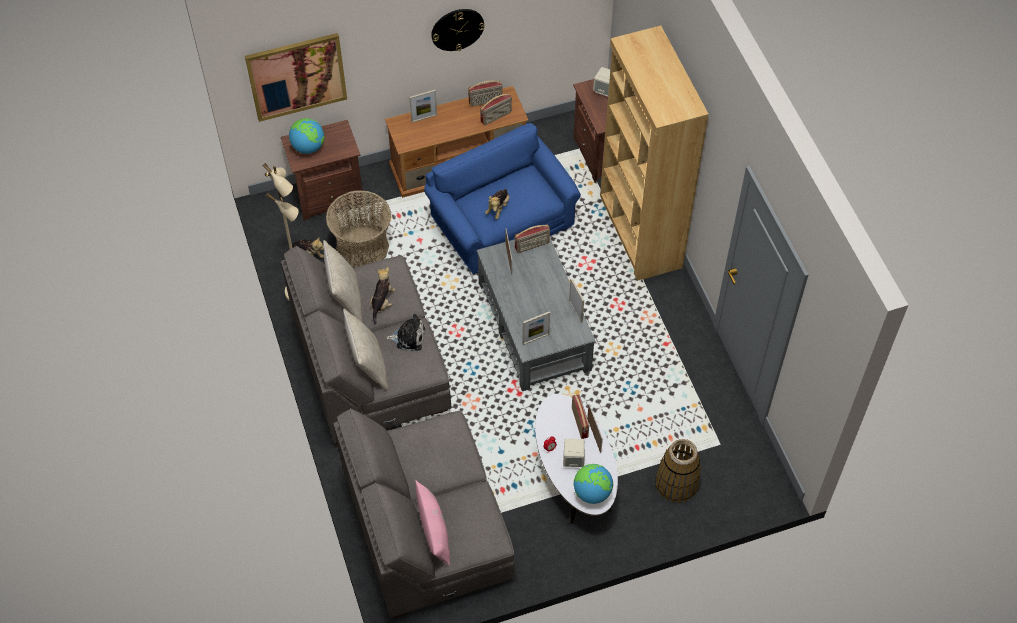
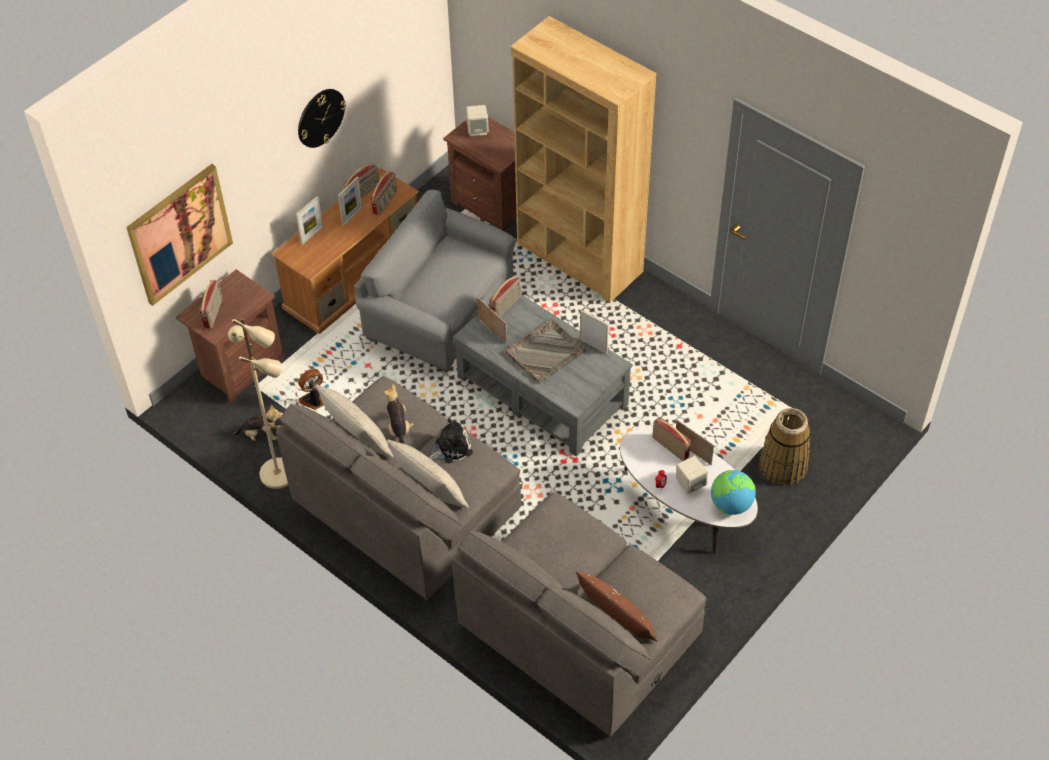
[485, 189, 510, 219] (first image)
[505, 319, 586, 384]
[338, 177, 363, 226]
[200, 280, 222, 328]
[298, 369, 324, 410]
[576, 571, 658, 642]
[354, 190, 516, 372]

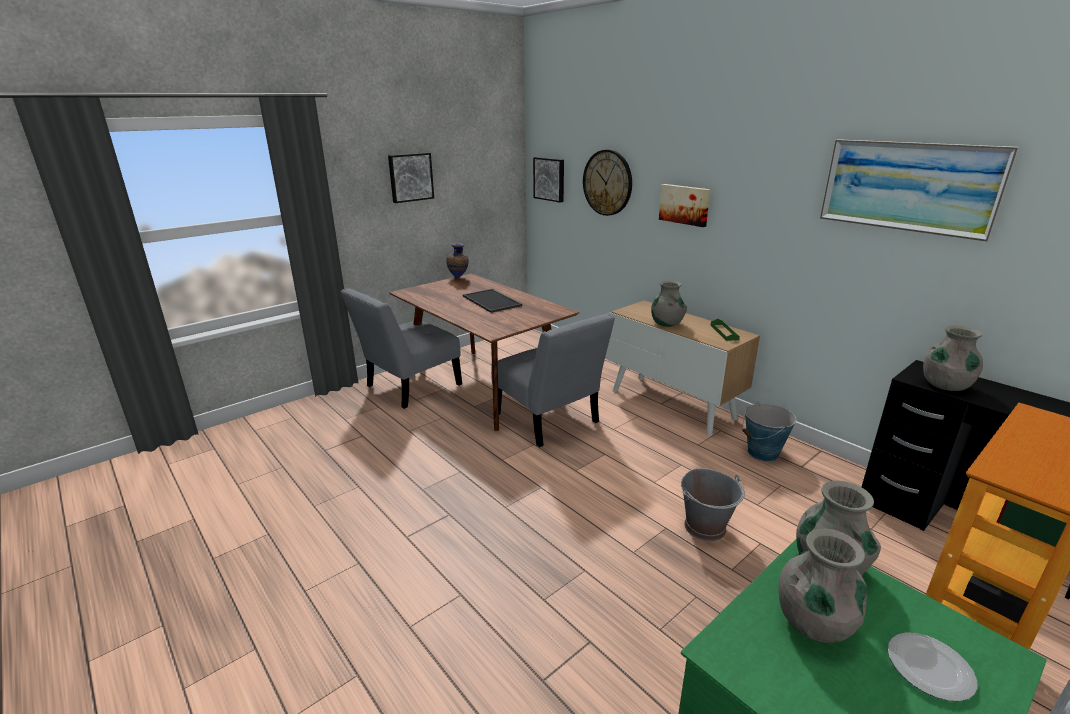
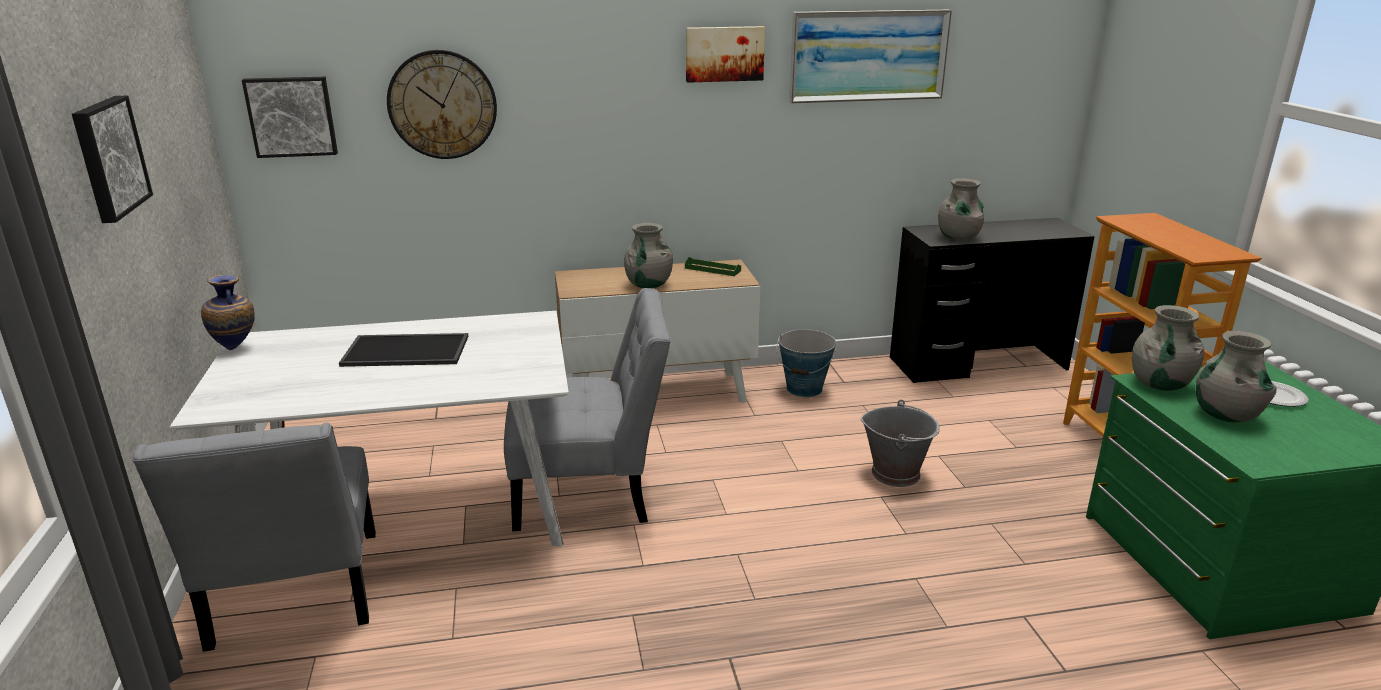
[686, 26, 765, 83]
[170, 311, 569, 547]

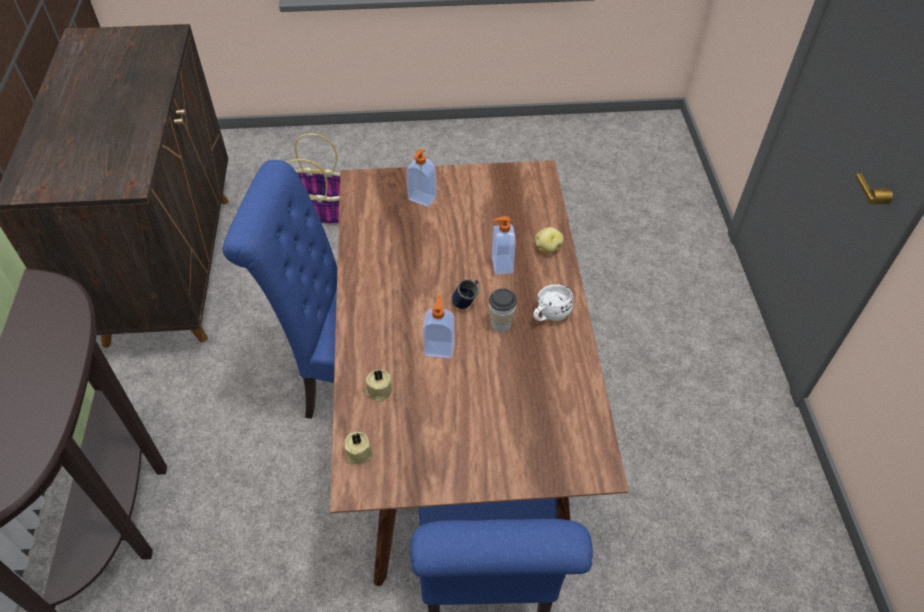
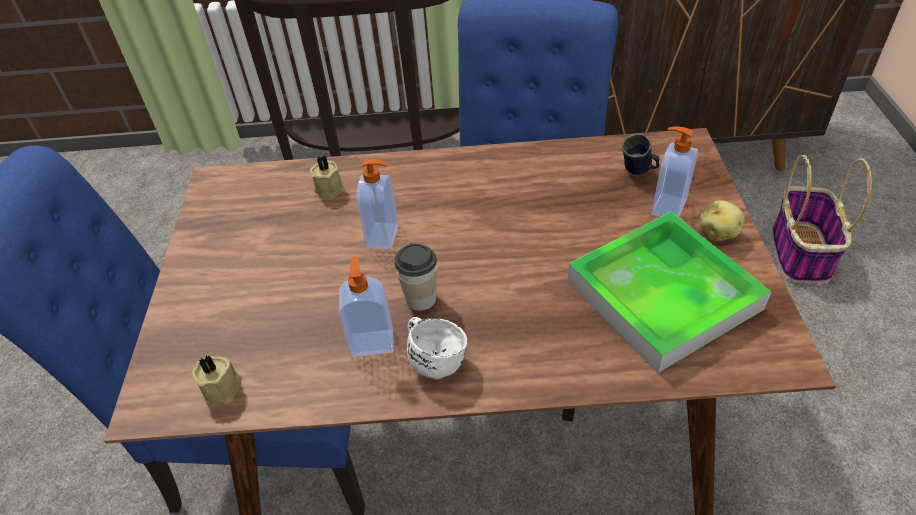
[567, 212, 772, 373]
[192, 355, 242, 406]
[622, 133, 660, 175]
[339, 257, 394, 357]
[700, 200, 745, 241]

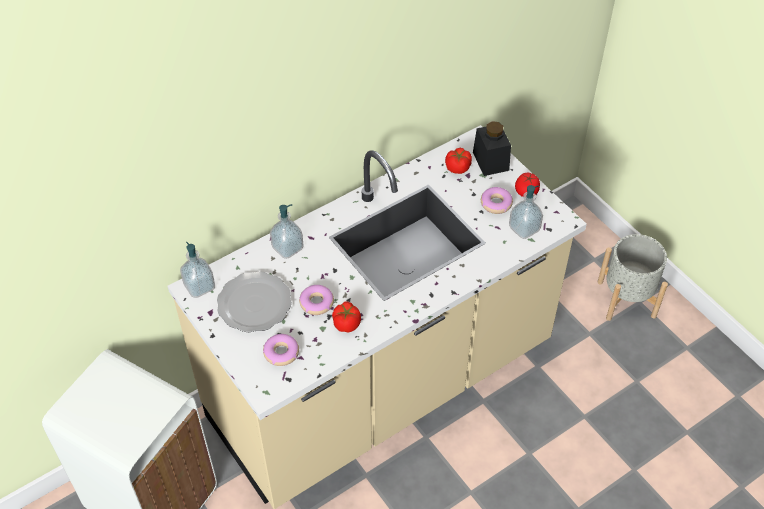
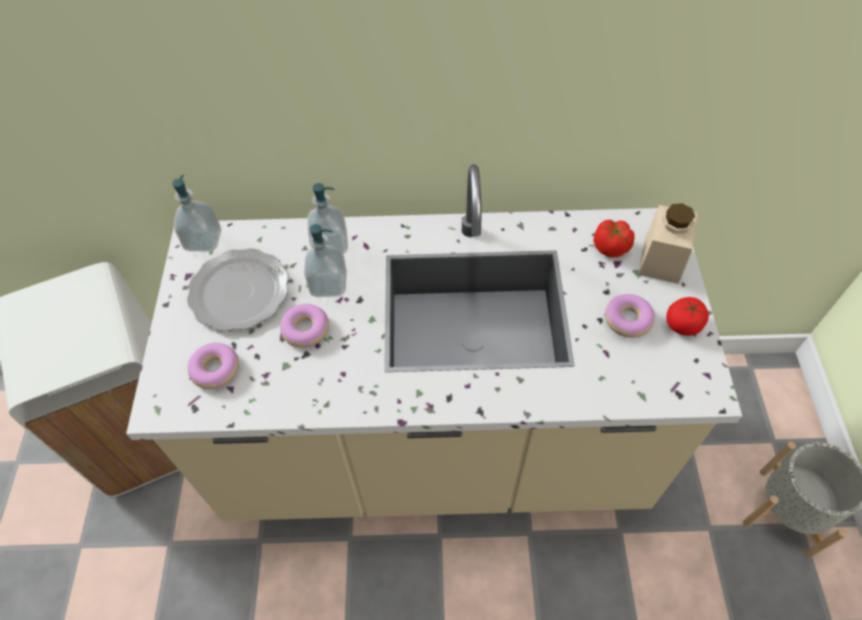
[332, 302, 361, 333] (first image)
[304, 224, 347, 297]
[638, 203, 698, 284]

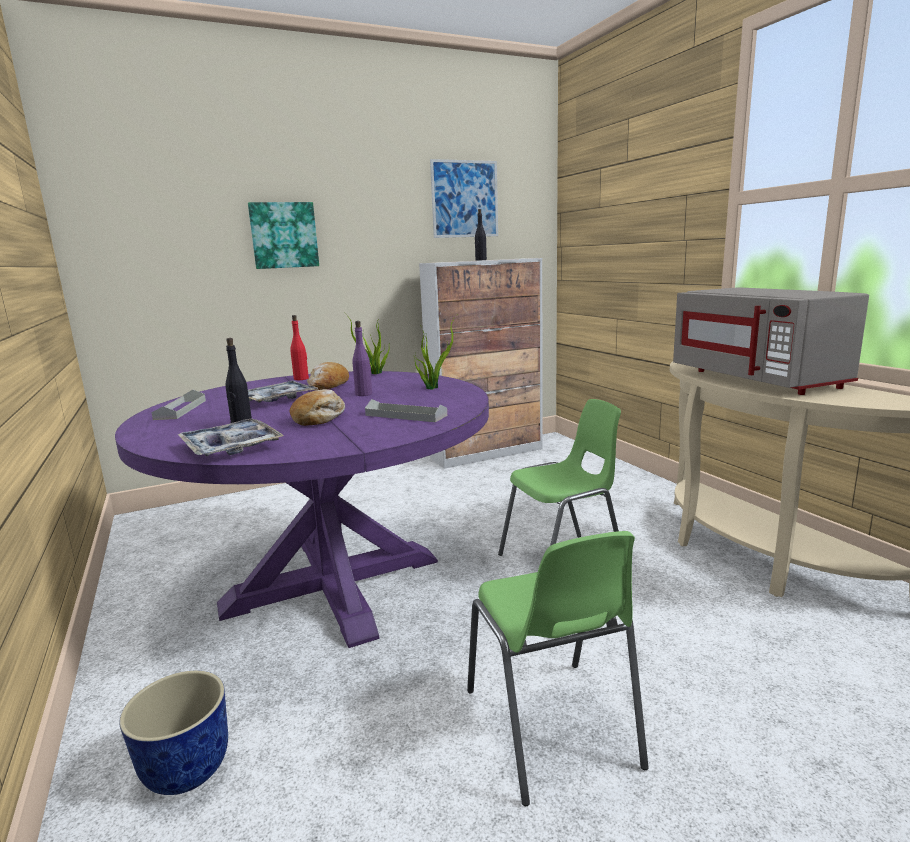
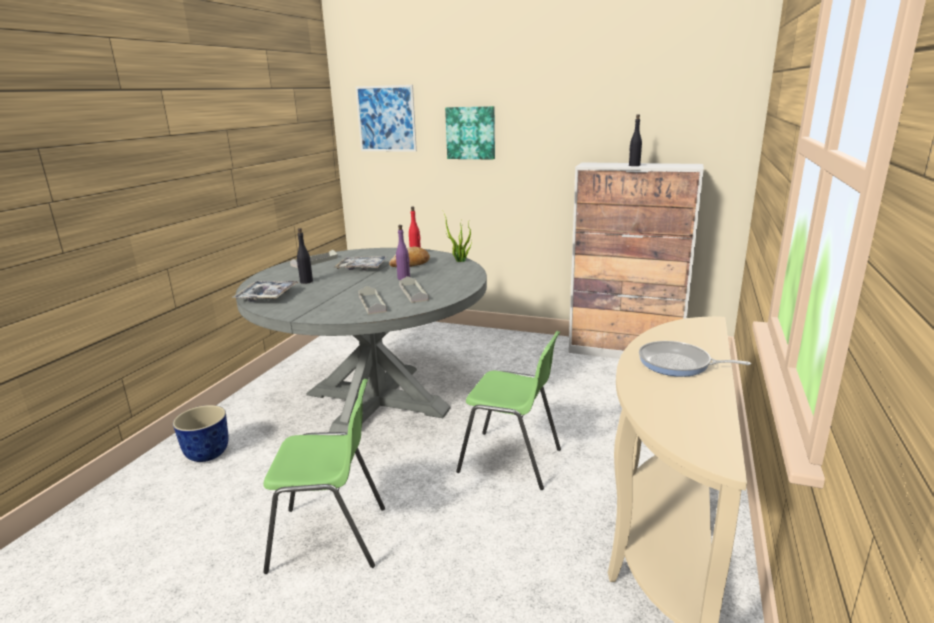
[290, 389, 345, 426] (first image)
[413, 315, 457, 390] (first image)
[399, 276, 429, 303]
[356, 85, 417, 152]
[639, 341, 751, 377]
[236, 248, 487, 433]
[263, 379, 385, 574]

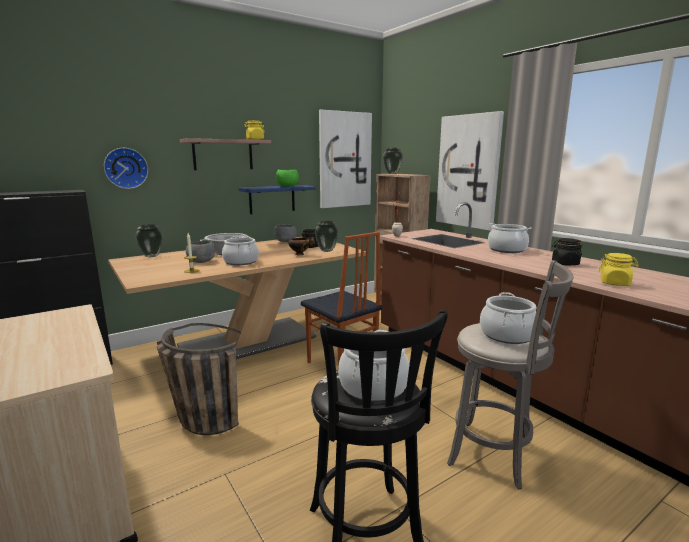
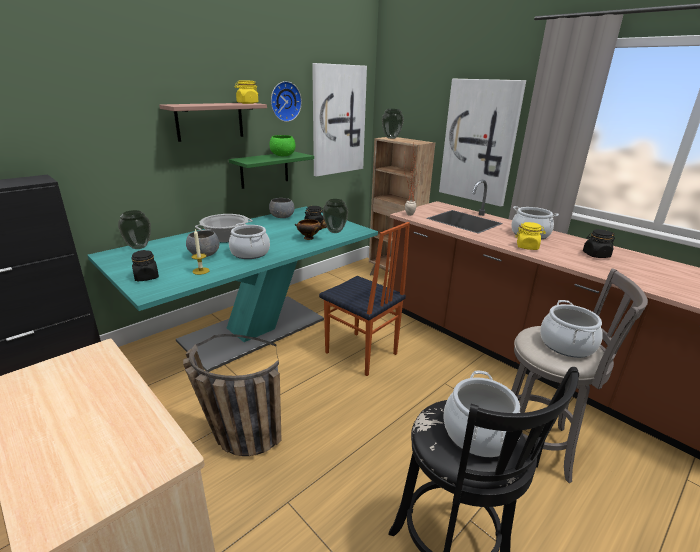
[131, 250, 159, 281]
[271, 81, 302, 122]
[516, 222, 546, 250]
[87, 206, 378, 372]
[229, 152, 314, 189]

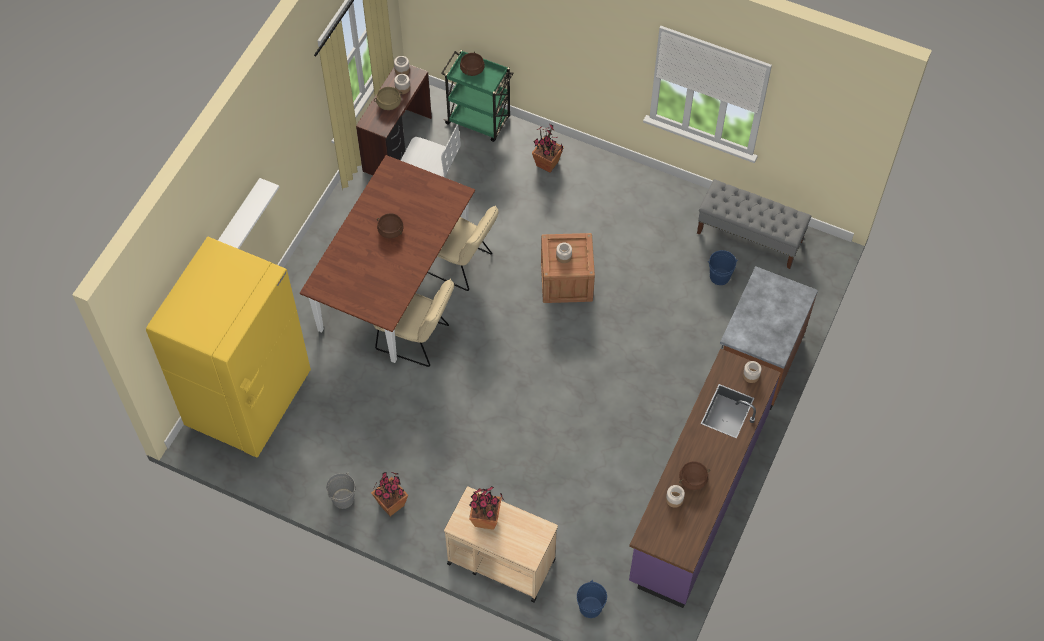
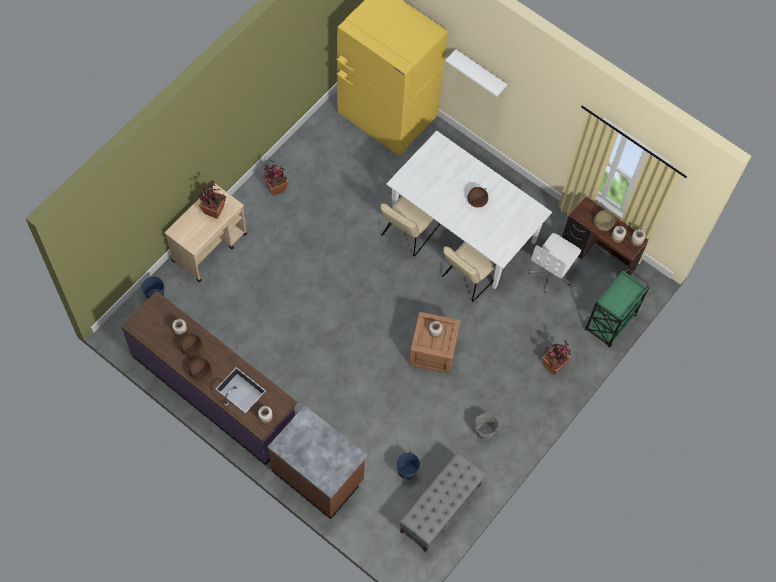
[475, 413, 498, 440]
[189, 358, 213, 381]
[386, 131, 552, 289]

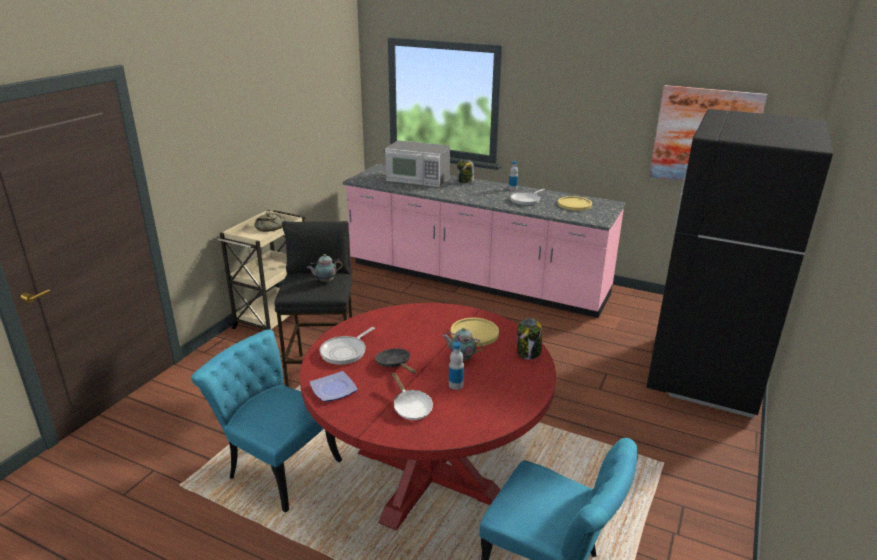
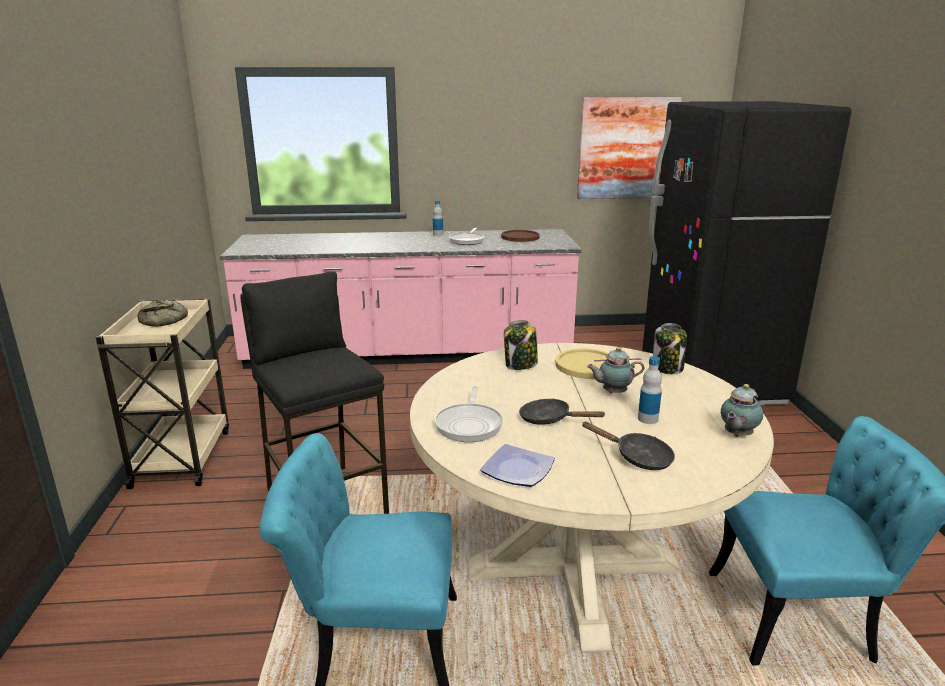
[385, 140, 450, 187] (first image)
[721, 384, 763, 437]
[504, 320, 538, 370]
[410, 343, 774, 653]
[582, 422, 675, 470]
[501, 230, 540, 242]

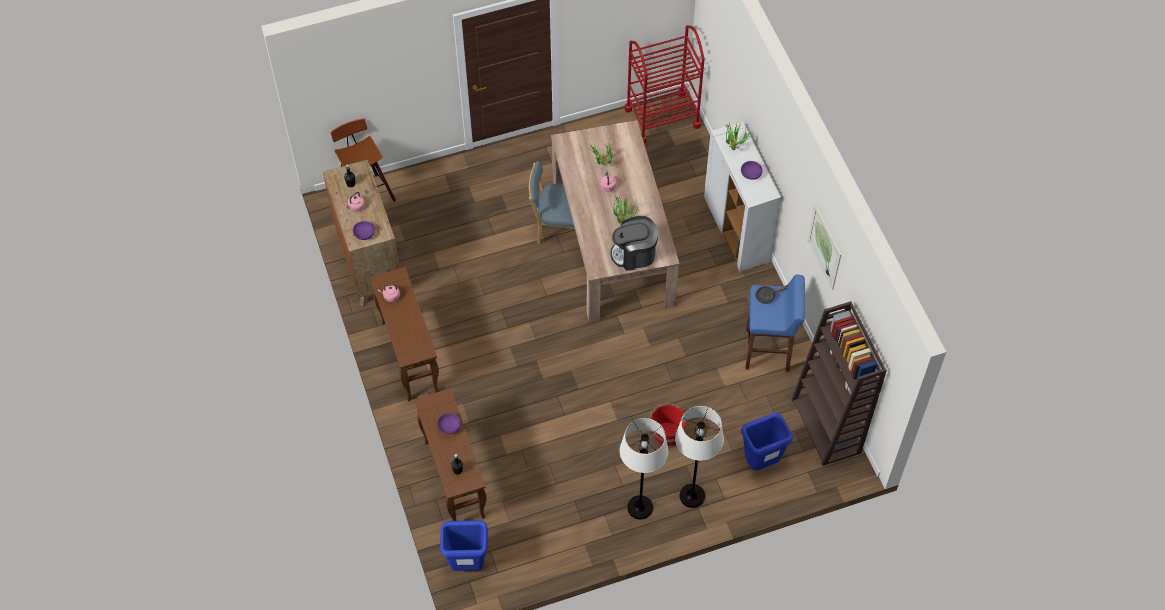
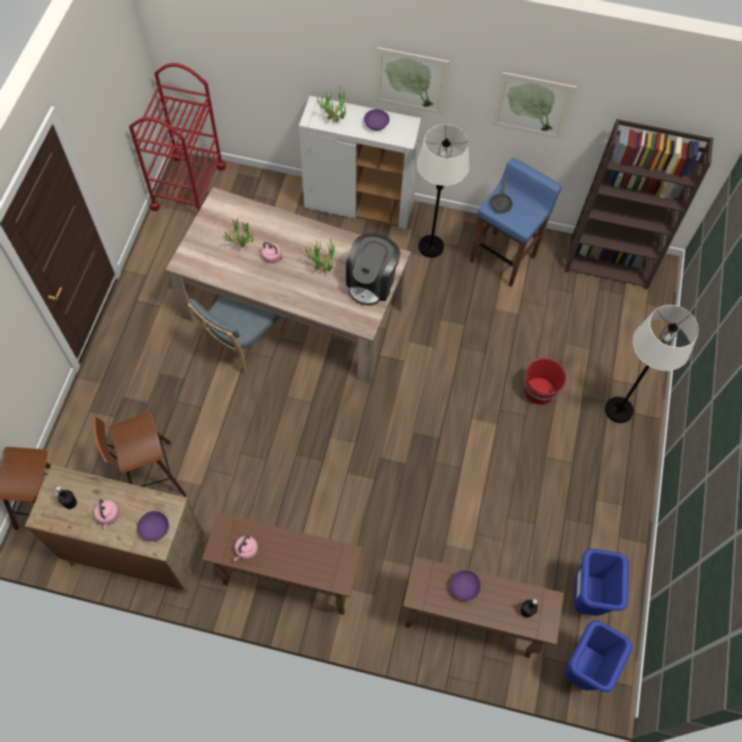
[94, 412, 186, 497]
[375, 47, 450, 115]
[417, 124, 469, 258]
[574, 549, 629, 616]

